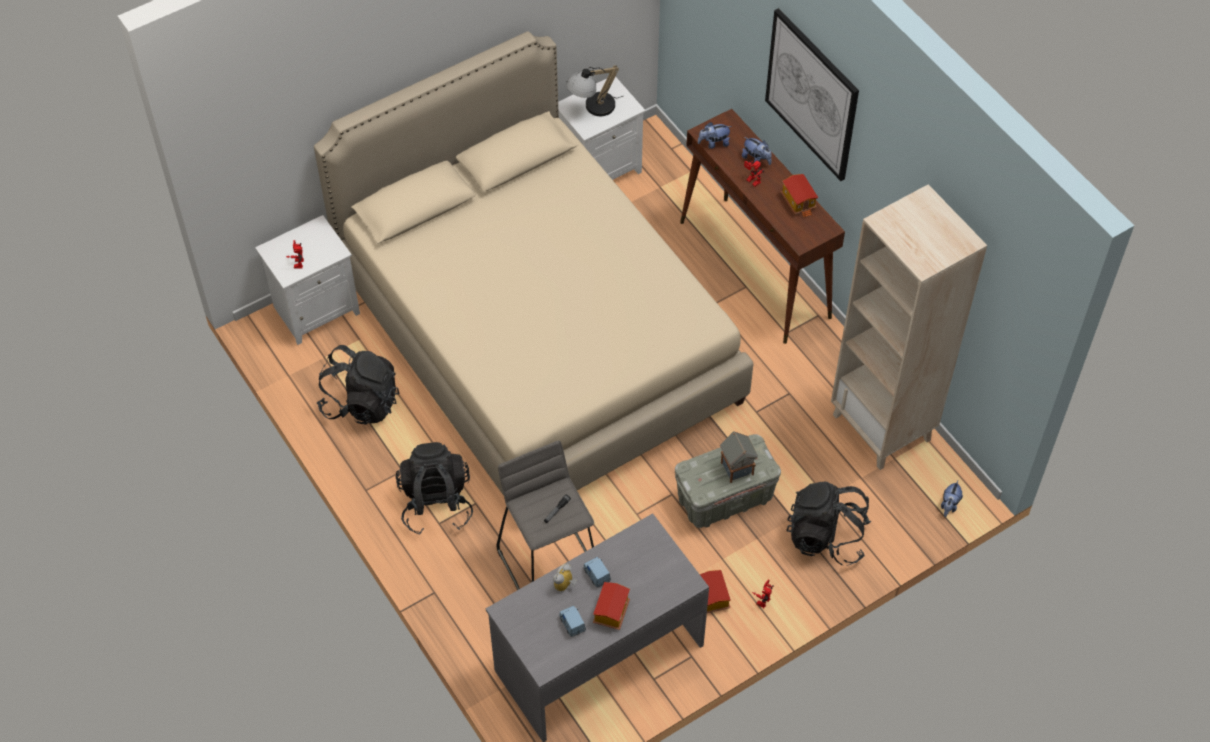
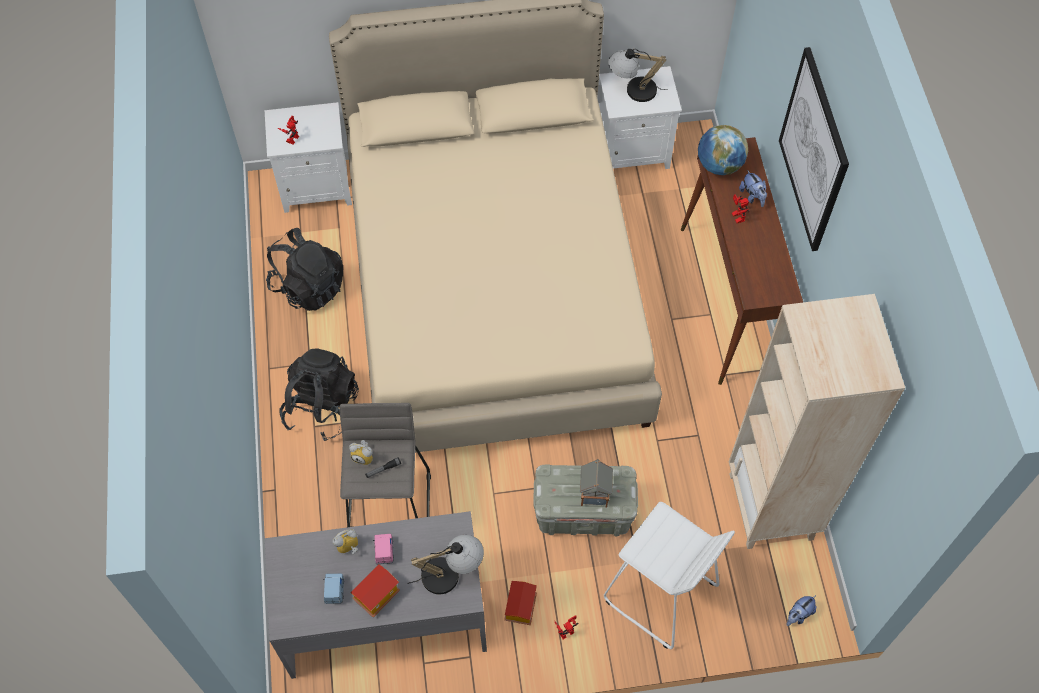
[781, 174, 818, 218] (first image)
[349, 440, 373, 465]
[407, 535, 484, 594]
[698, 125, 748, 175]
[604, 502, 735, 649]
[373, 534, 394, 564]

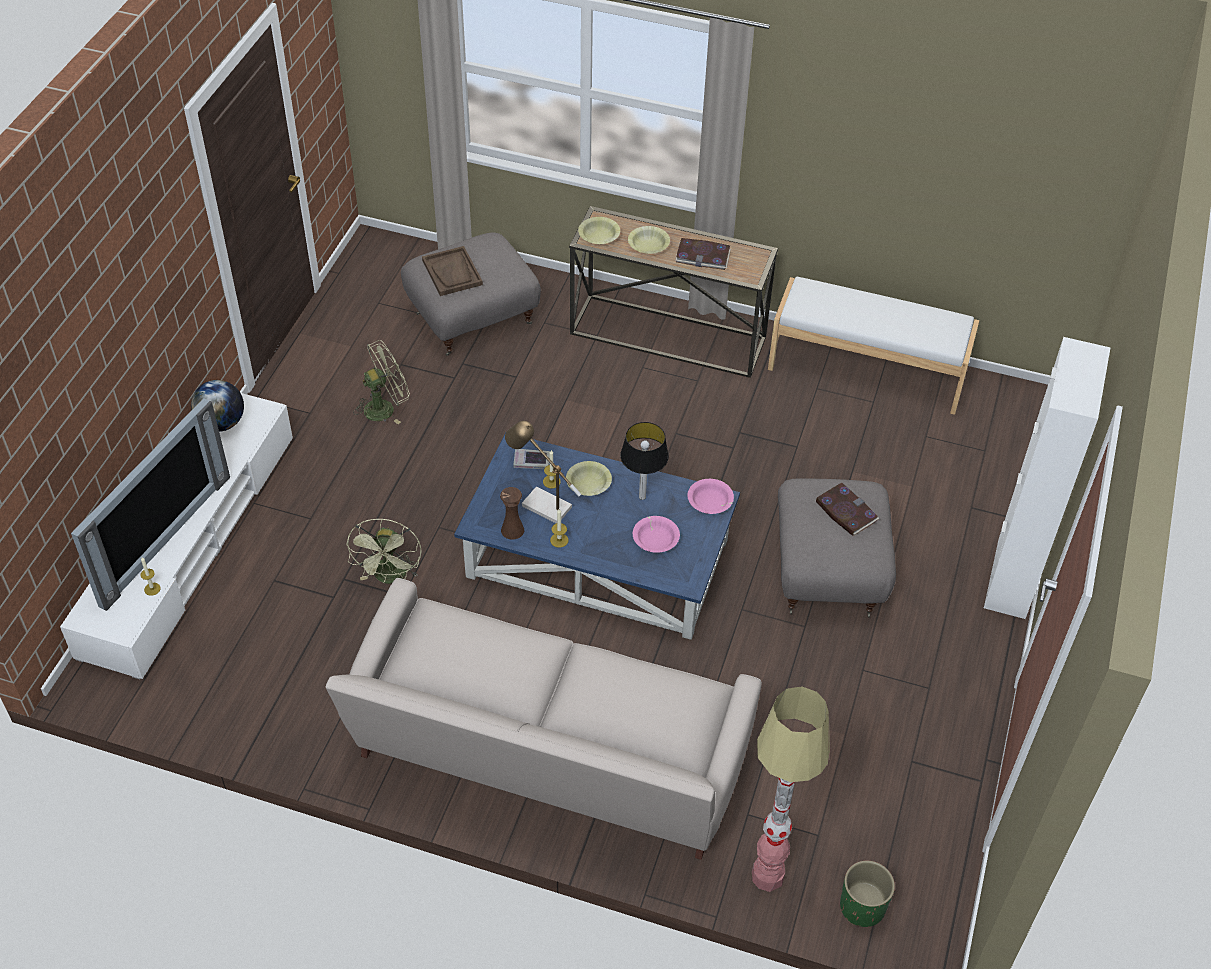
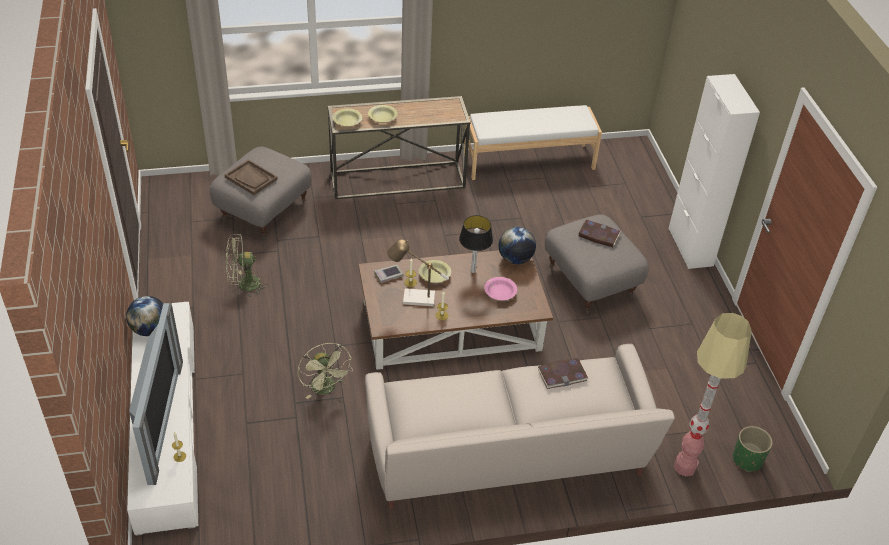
[500, 487, 524, 540] (first image)
[538, 358, 588, 389]
[499, 227, 536, 264]
[358, 250, 553, 370]
[226, 234, 268, 298]

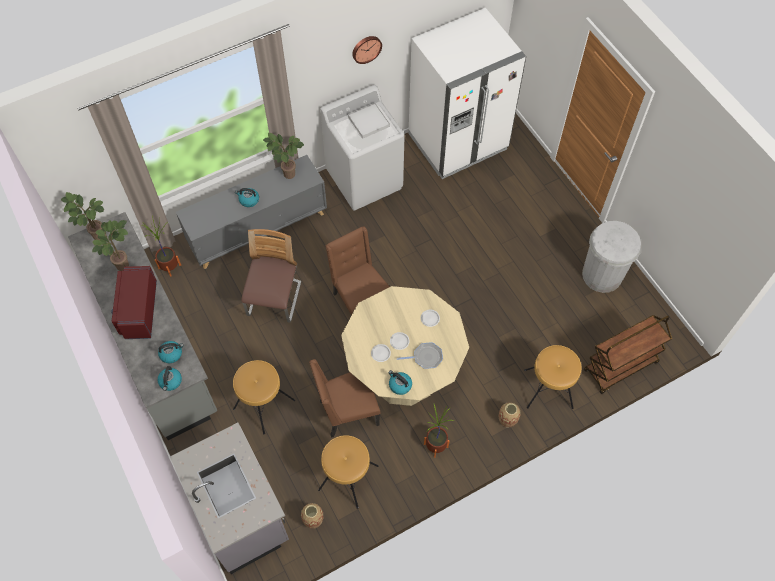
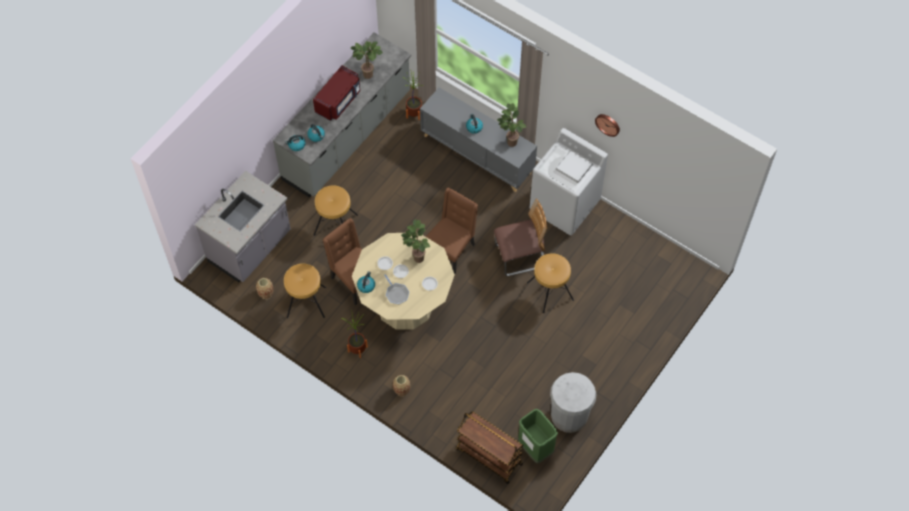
[409, 8, 526, 179] (first image)
[518, 409, 558, 463]
[401, 219, 430, 263]
[494, 199, 547, 276]
[527, 253, 574, 313]
[313, 65, 360, 121]

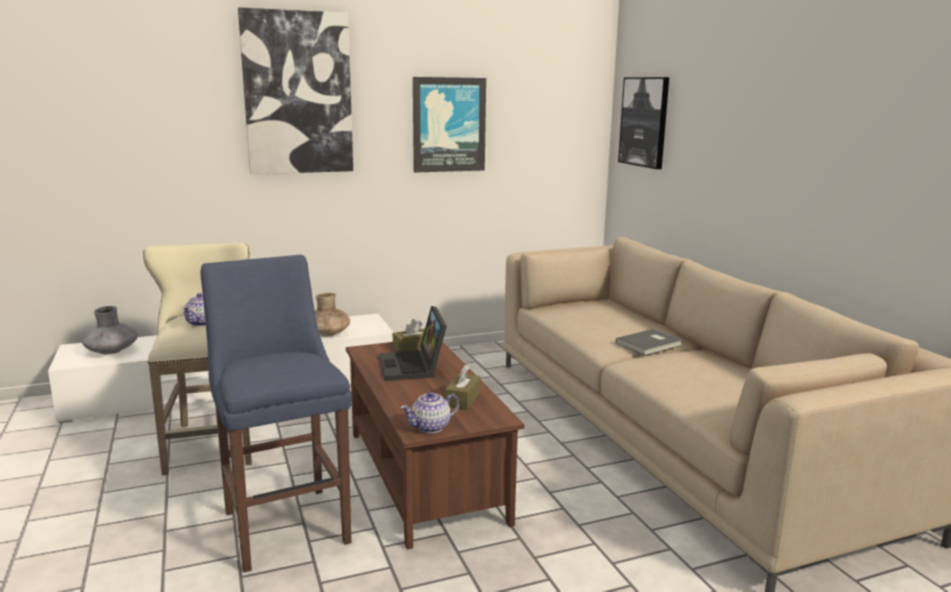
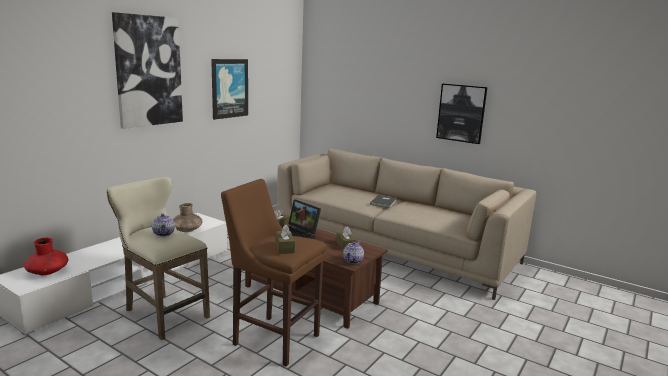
[275, 225, 295, 254]
[436, 84, 487, 144]
[24, 238, 68, 275]
[221, 179, 327, 367]

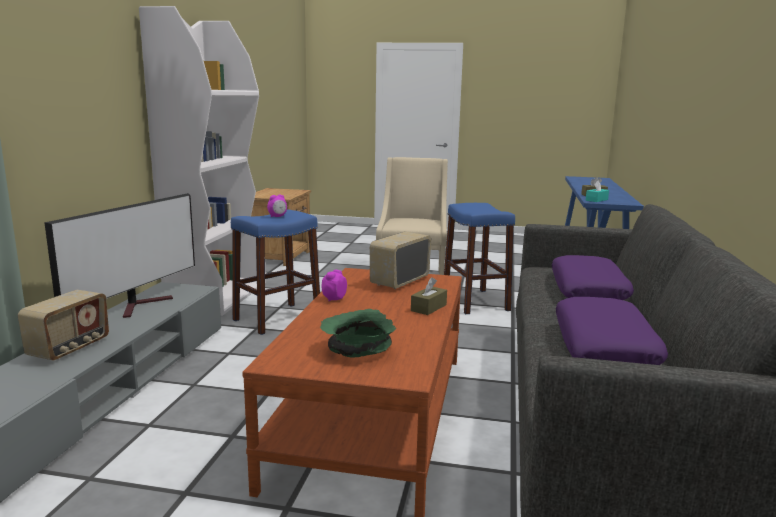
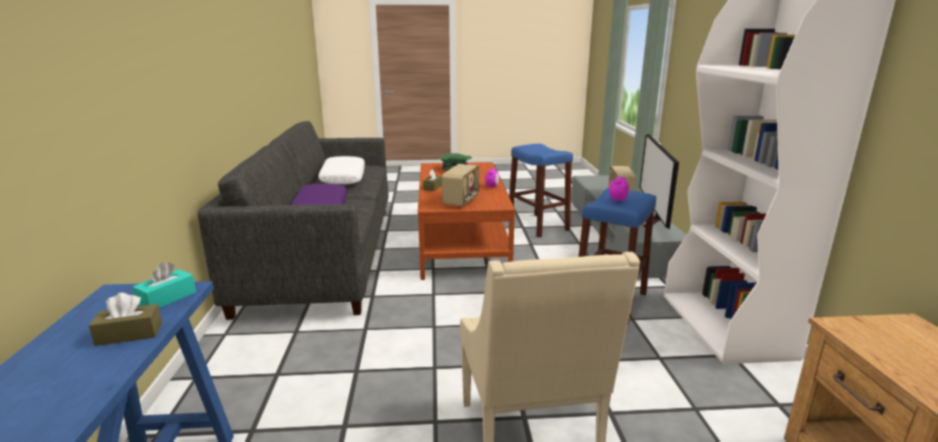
[508, 144, 573, 238]
[318, 156, 365, 184]

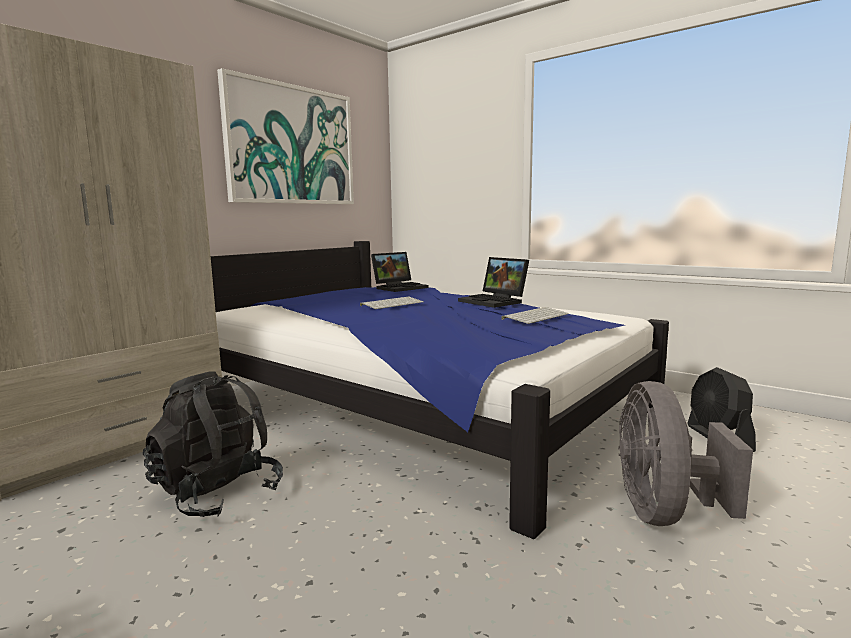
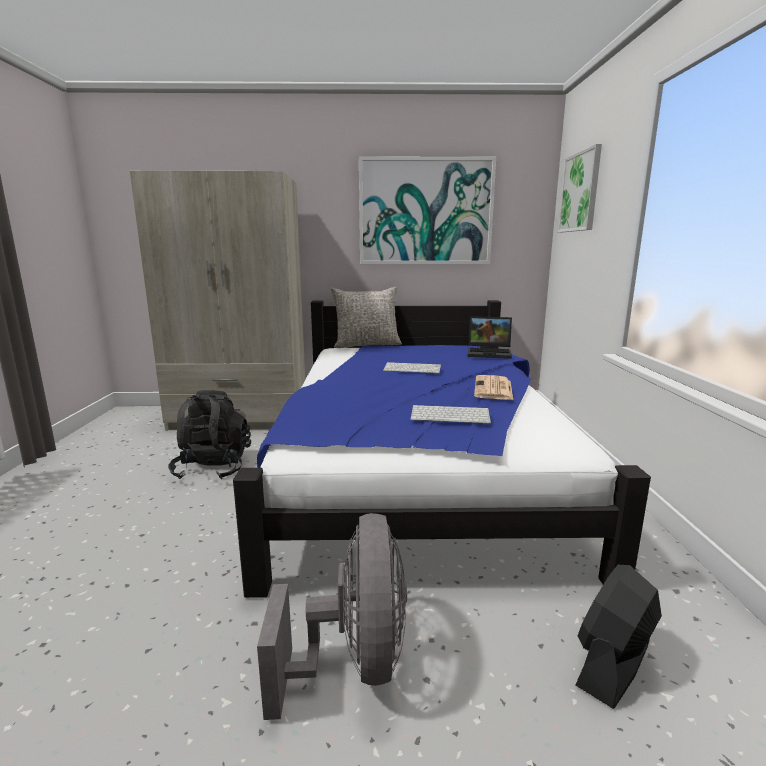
[331, 287, 402, 348]
[558, 144, 602, 232]
[474, 375, 513, 400]
[257, 513, 407, 720]

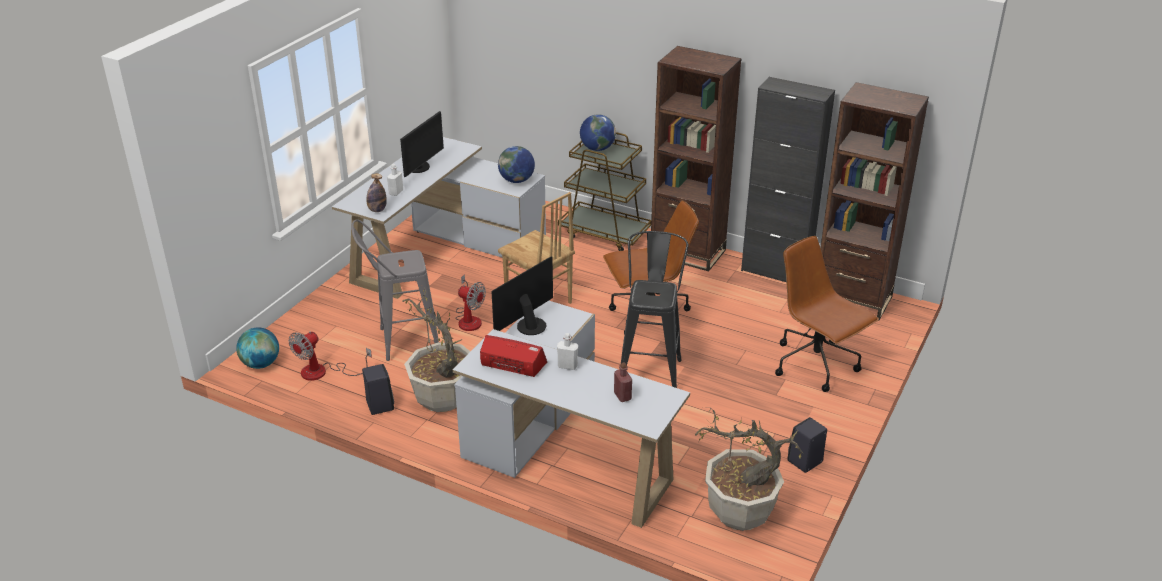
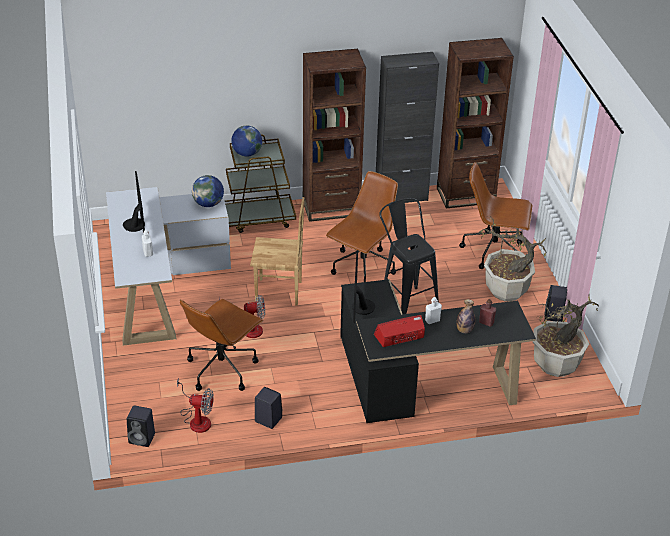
[456, 299, 475, 333]
[479, 216, 547, 302]
[127, 405, 155, 447]
[180, 299, 264, 391]
[340, 279, 536, 423]
[177, 378, 214, 433]

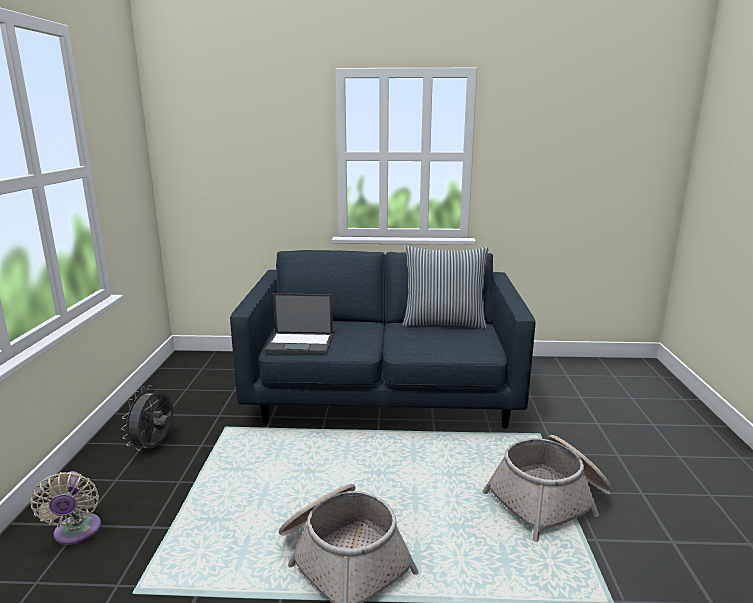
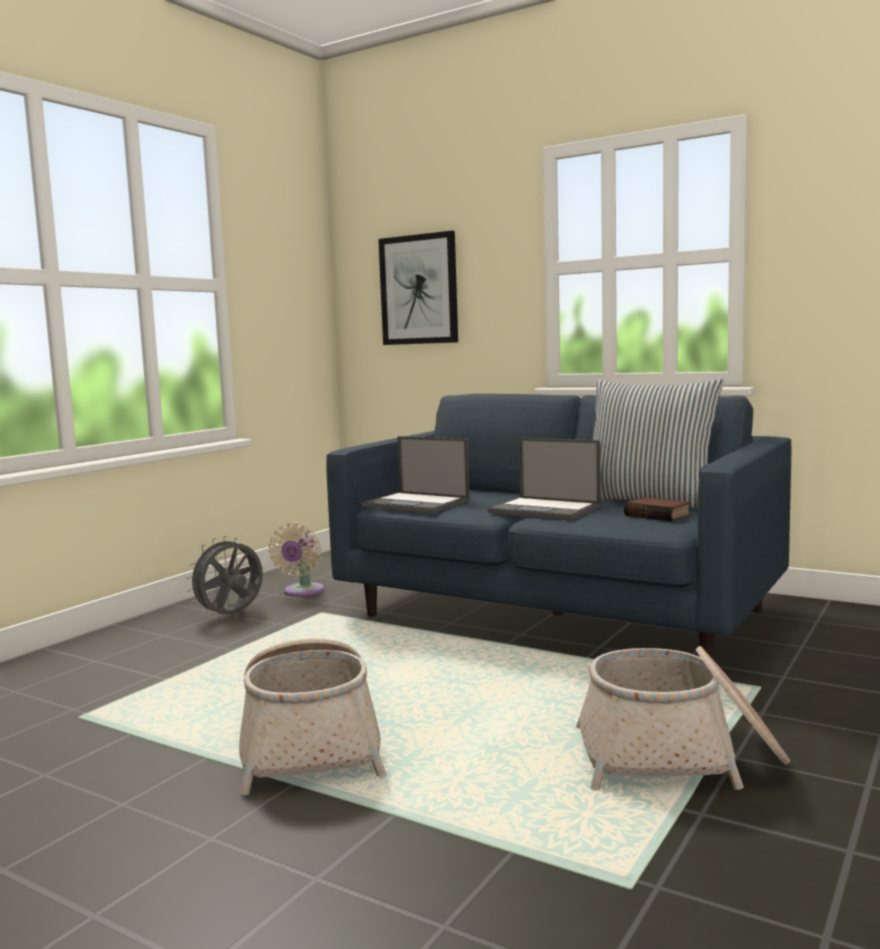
[378, 231, 458, 345]
[488, 438, 601, 520]
[624, 497, 690, 522]
[269, 522, 324, 597]

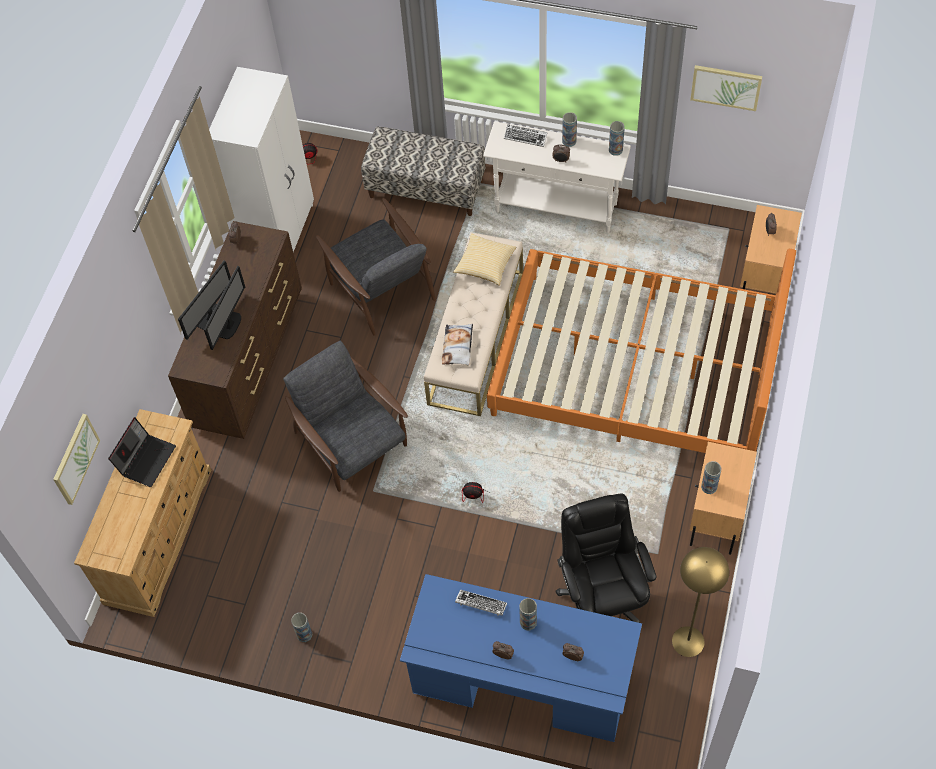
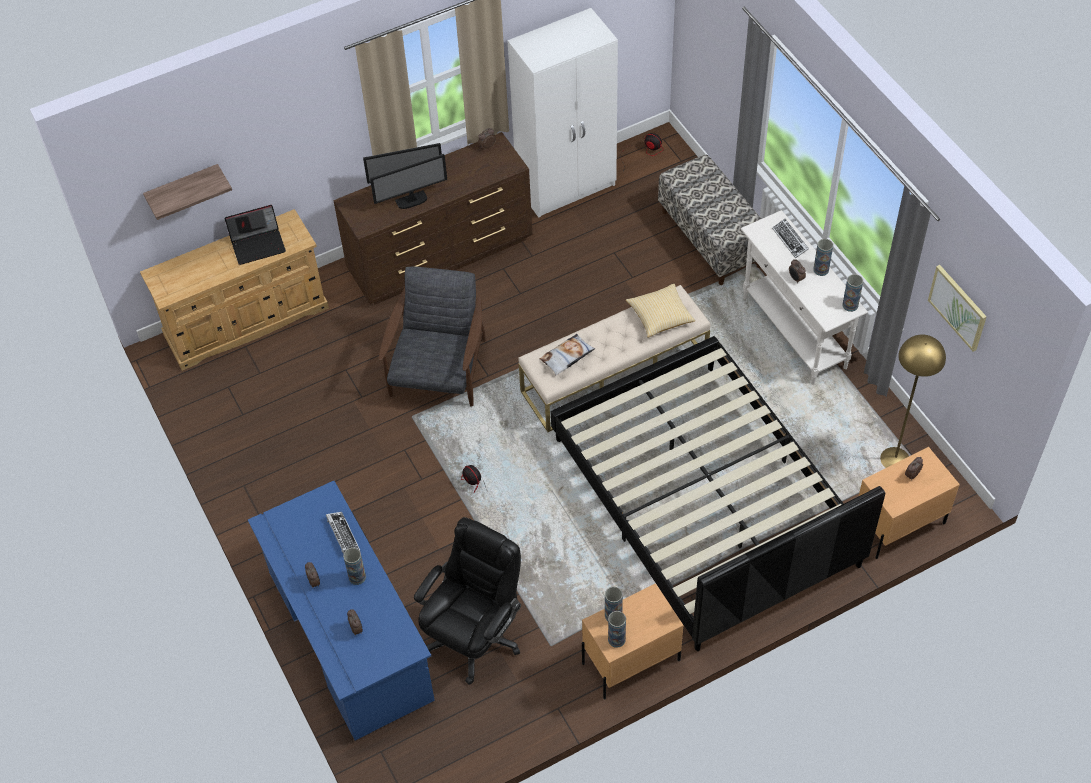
[316, 198, 435, 336] (first image)
[608, 611, 626, 648]
[880, 335, 946, 468]
[143, 164, 232, 220]
[551, 336, 885, 651]

